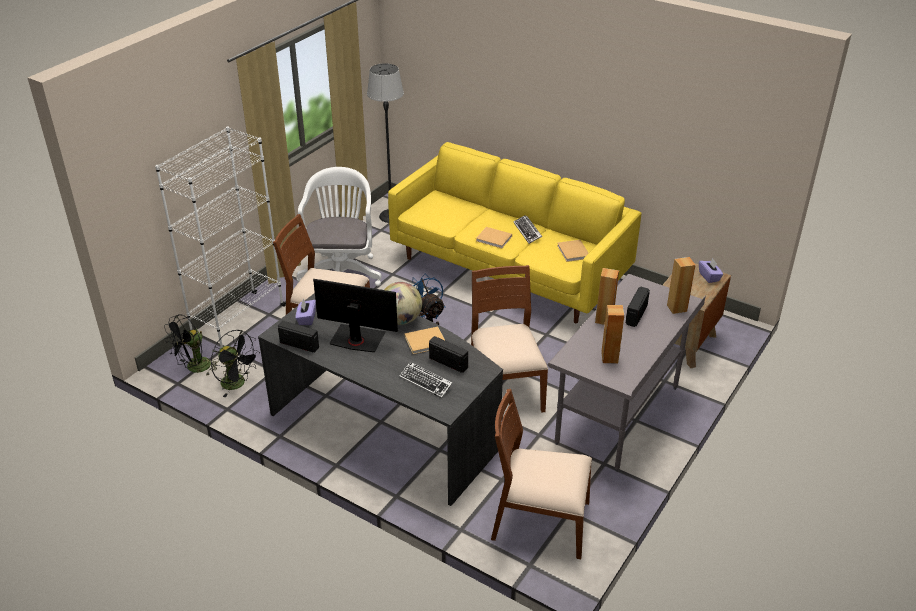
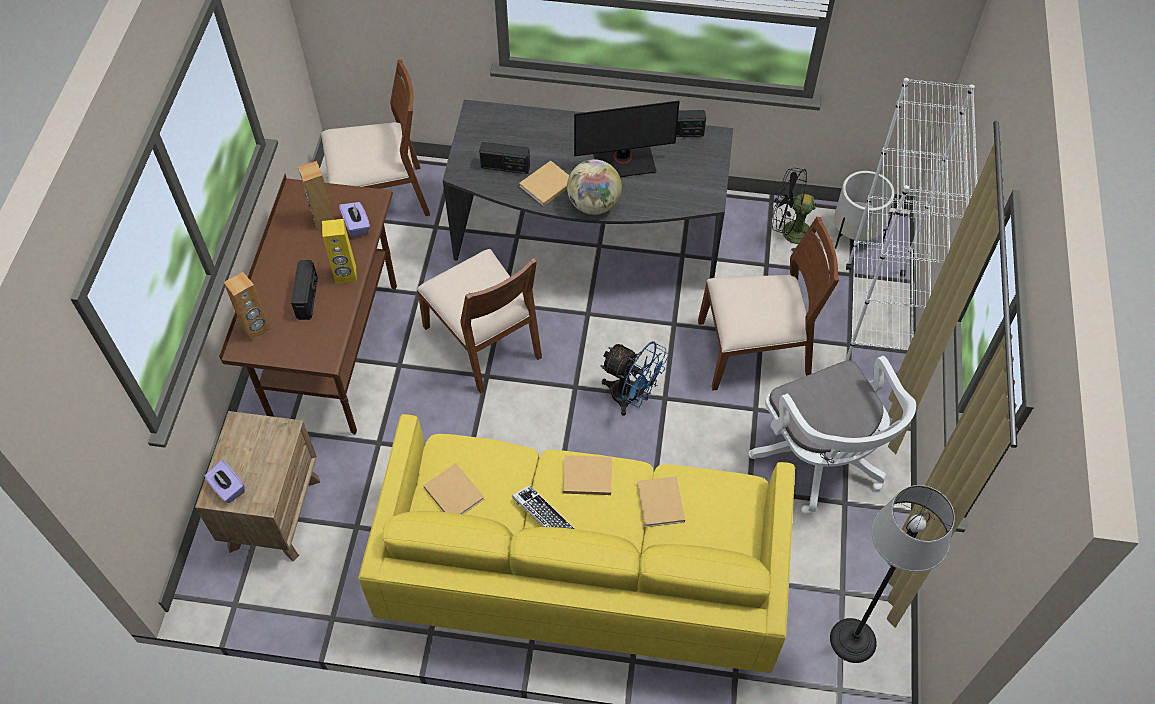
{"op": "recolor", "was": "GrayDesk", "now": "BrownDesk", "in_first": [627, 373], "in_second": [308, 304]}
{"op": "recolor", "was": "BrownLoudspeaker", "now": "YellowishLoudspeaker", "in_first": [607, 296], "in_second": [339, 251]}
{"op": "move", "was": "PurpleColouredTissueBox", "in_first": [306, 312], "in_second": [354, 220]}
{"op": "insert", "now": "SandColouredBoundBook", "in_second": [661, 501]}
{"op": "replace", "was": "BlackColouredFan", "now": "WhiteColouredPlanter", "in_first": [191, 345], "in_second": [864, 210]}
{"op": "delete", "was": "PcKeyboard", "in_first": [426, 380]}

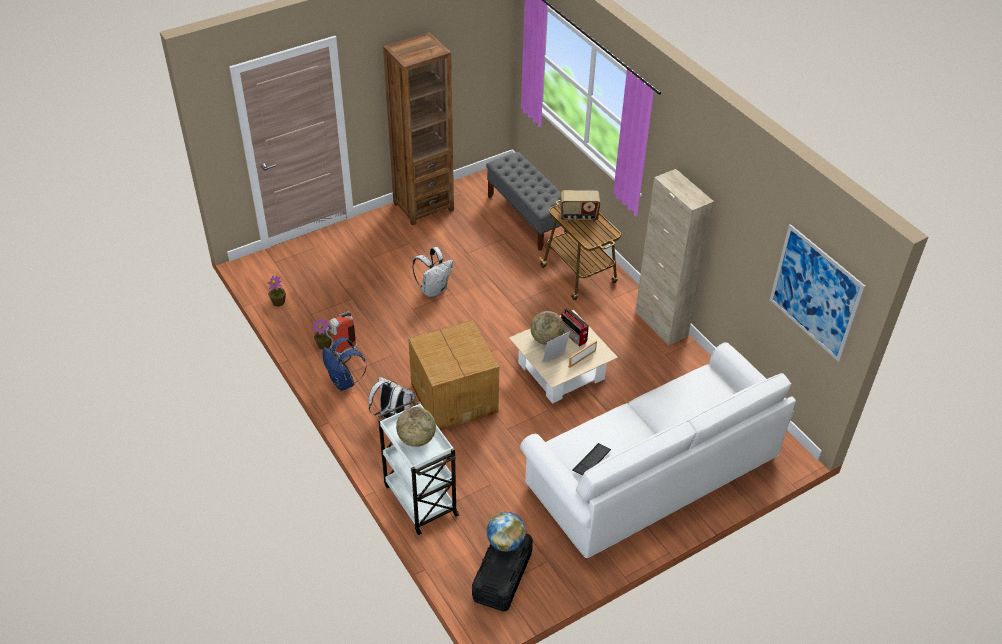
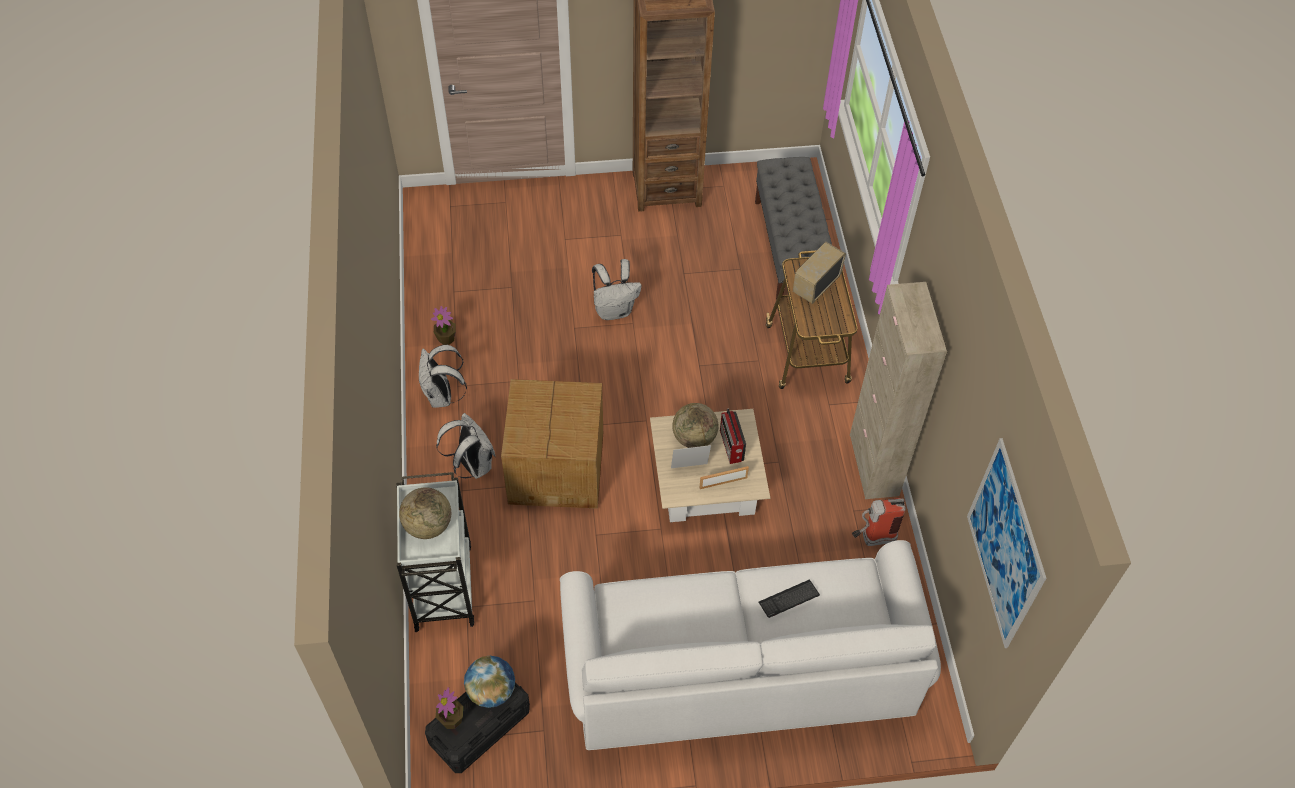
{"op": "recolor", "was": "BluishBackpack", "now": "WhiteColouredBackpack", "in_first": [345, 364], "in_second": [443, 376]}
{"op": "move", "was": "PottedPlant", "in_first": [277, 291], "in_second": [449, 708]}
{"op": "move", "was": "PcKeyboard", "in_first": [592, 459], "in_second": [789, 599]}
{"op": "rotate", "was": "RadioReceiver", "in_first": [580, 205], "in_second": [819, 273], "clockwise": 105}
{"op": "move", "was": "Extinguisher", "in_first": [342, 334], "in_second": [879, 522]}

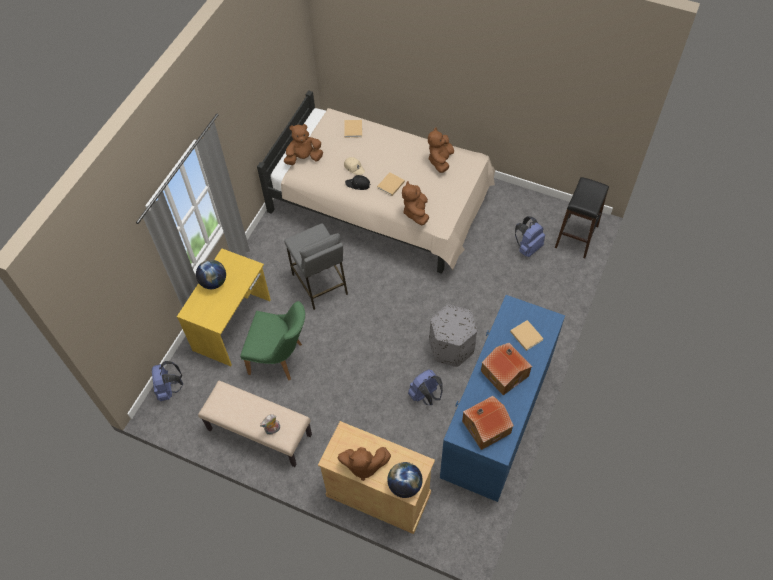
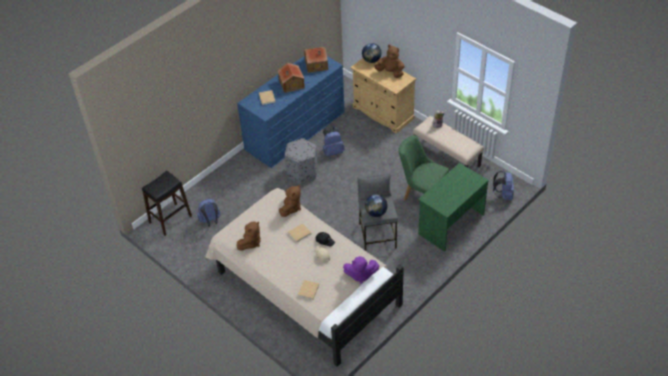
{"op": "recolor", "was": "BrownCuddlyToy", "now": "PurpleColouredCuddlyToy", "in_first": [303, 144], "in_second": [361, 270]}
{"op": "move", "was": "Globe", "in_first": [211, 274], "in_second": [376, 205]}
{"op": "recolor", "was": "YellowishDesk", "now": "GreenishDesk", "in_first": [224, 307], "in_second": [453, 207]}

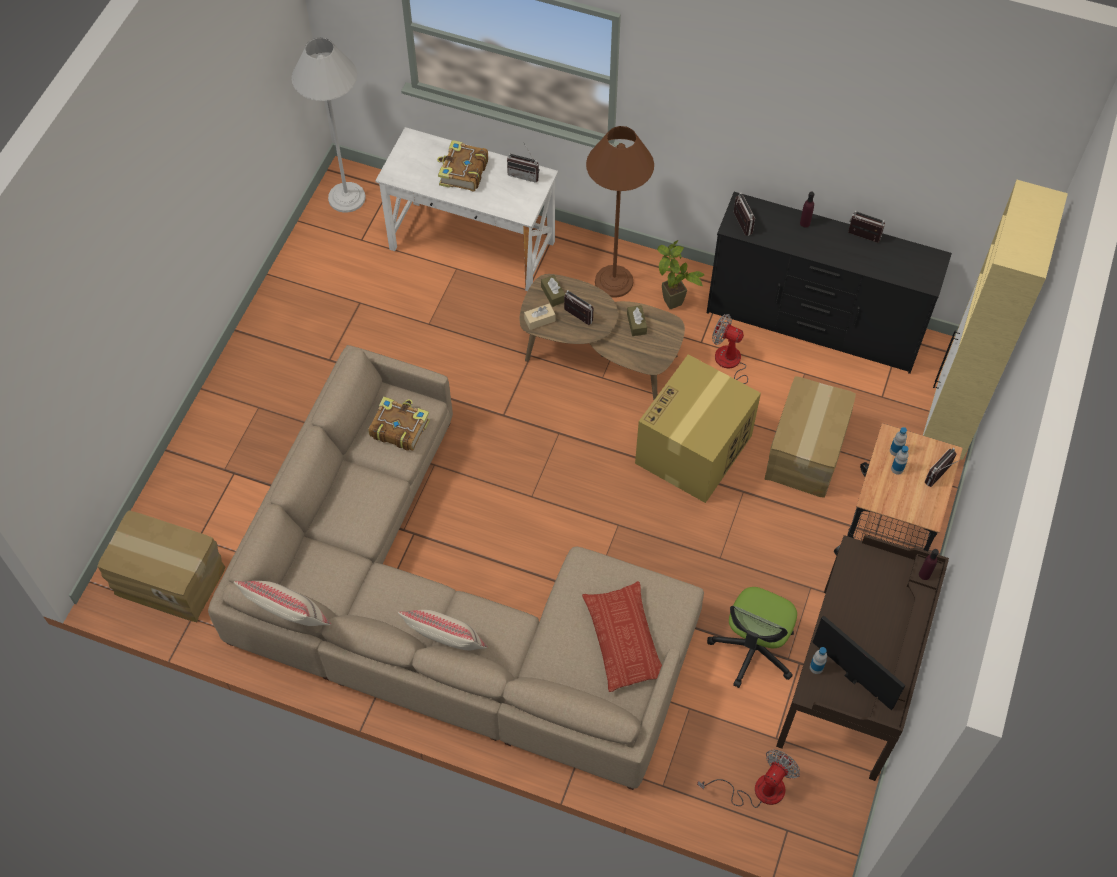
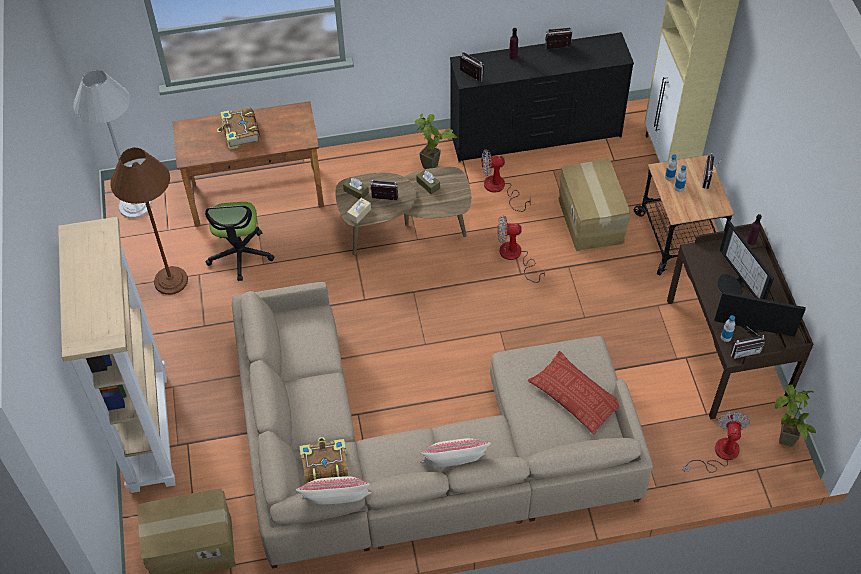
{"op": "insert", "now": "SandColouredBookshelf", "in_second": [116, 355]}
{"op": "move", "was": "BrownStandingLamp", "in_first": [620, 212], "in_second": [149, 221]}
{"op": "recolor", "was": "WhiteColouredDesk", "now": "BrownDesk", "in_first": [466, 209], "in_second": [248, 164]}
{"op": "move", "was": "DeskChair", "in_first": [752, 637], "in_second": [239, 241]}
{"op": "move", "was": "BoundBook", "in_first": [399, 424], "in_second": [323, 460]}
{"op": "replace", "was": "CardboardBox", "now": "Fan", "in_first": [698, 428], "in_second": [521, 249]}
{"op": "insert", "now": "ComputerDisplay", "in_second": [746, 260]}
{"op": "move", "was": "RadioReceiver", "in_first": [523, 162], "in_second": [748, 342]}
{"op": "insert", "now": "PottedPlant", "in_second": [795, 415]}

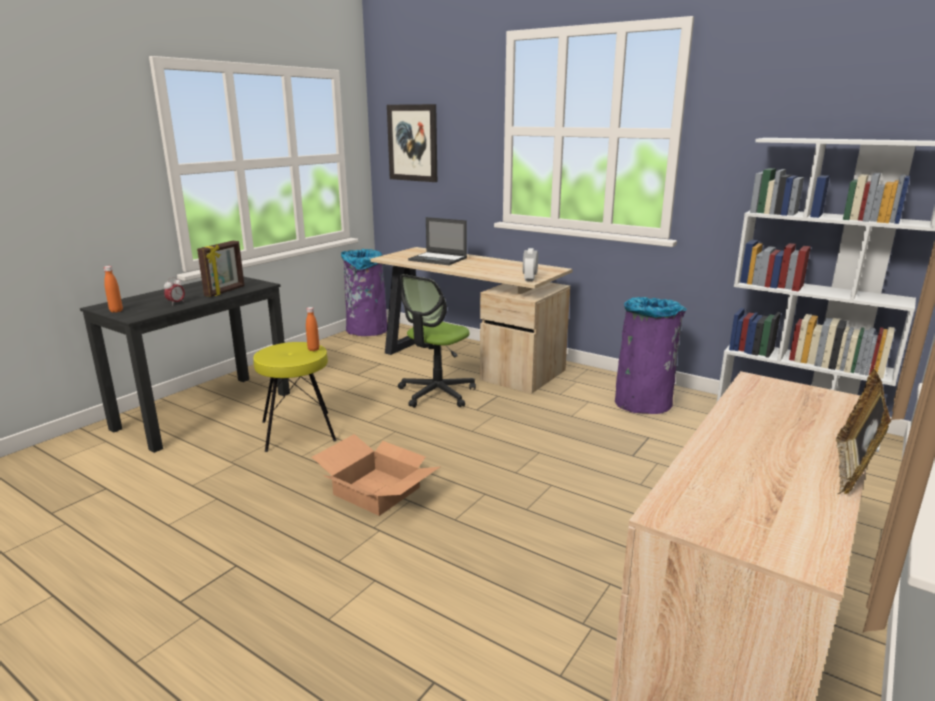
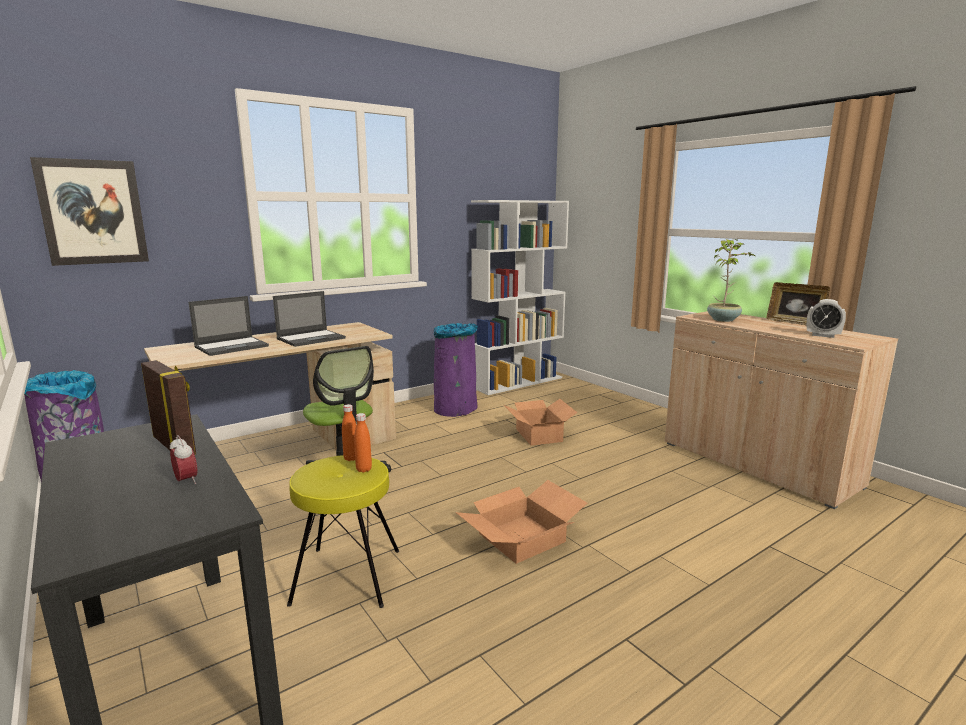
{"op": "insert", "now": "NotebookComputer", "in_second": [309, 319]}
{"op": "move", "was": "OrangeyDrinkBottle", "in_first": [113, 289], "in_second": [363, 442]}
{"op": "insert", "now": "CardboardBox", "in_second": [541, 422]}
{"op": "insert", "now": "PottedPlant", "in_second": [731, 280]}
{"op": "move", "was": "BedsideClock", "in_first": [530, 264], "in_second": [826, 318]}

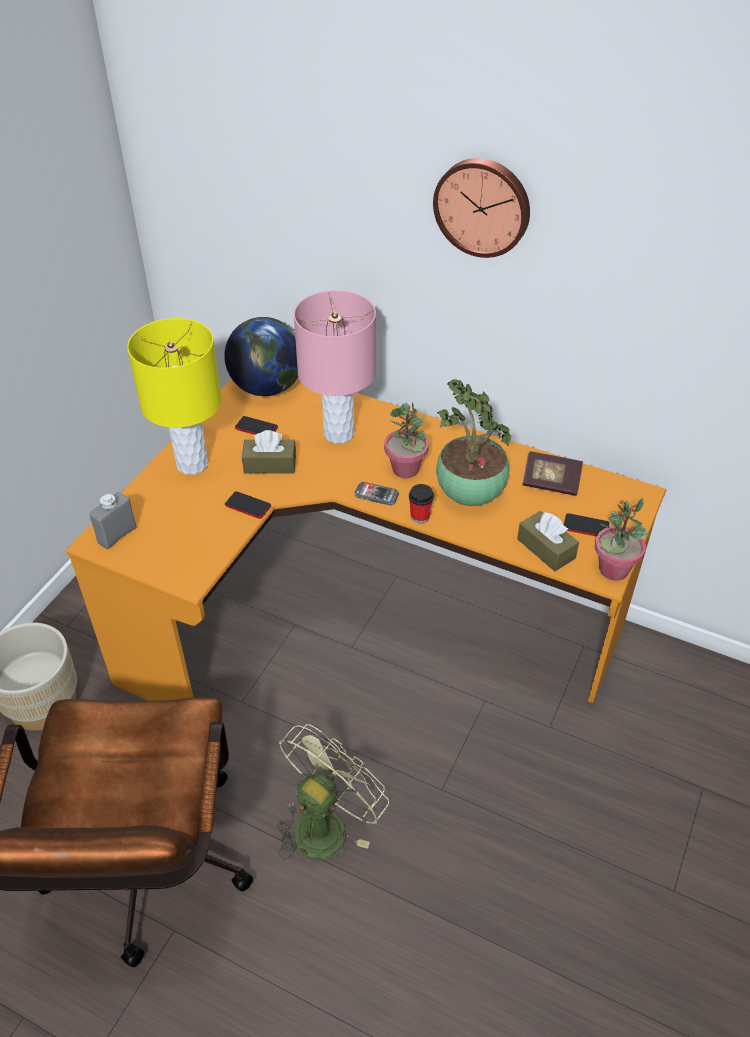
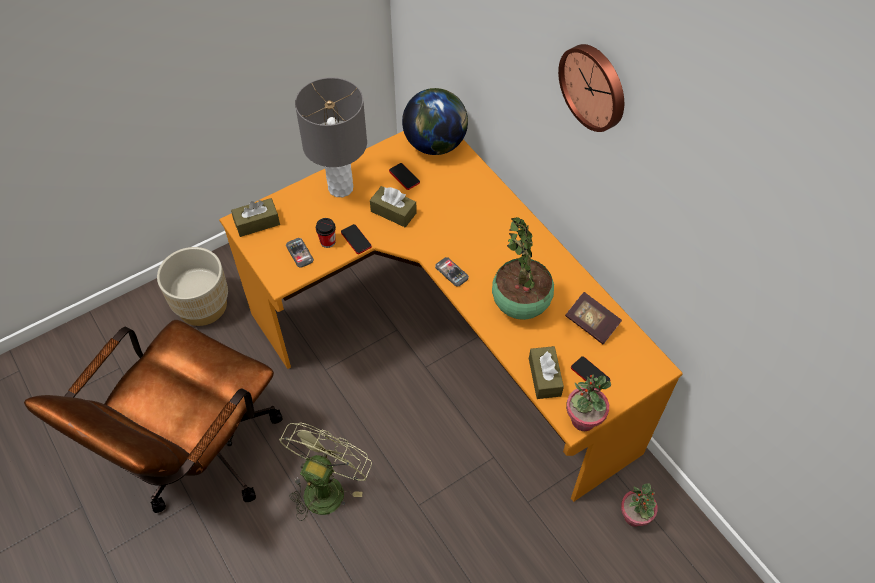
{"op": "replace", "was": "GrayDrinkBottle", "now": "BrownTissueBox", "in_first": [113, 520], "in_second": [255, 217]}
{"op": "rotate", "was": "GreenishFan", "in_first": [333, 792], "in_second": [325, 471], "clockwise": -45}
{"op": "insert", "now": "Telephone", "in_second": [300, 253]}
{"op": "recolor", "was": "YellowishTabletopLamp", "now": "GrayTabletopLamp", "in_first": [174, 396], "in_second": [331, 137]}
{"op": "move", "was": "Cup", "in_first": [421, 503], "in_second": [326, 233]}
{"op": "move", "was": "PottedPlant", "in_first": [406, 440], "in_second": [639, 505]}
{"op": "delete", "was": "PinkishTabletopLamp", "in_first": [335, 367]}

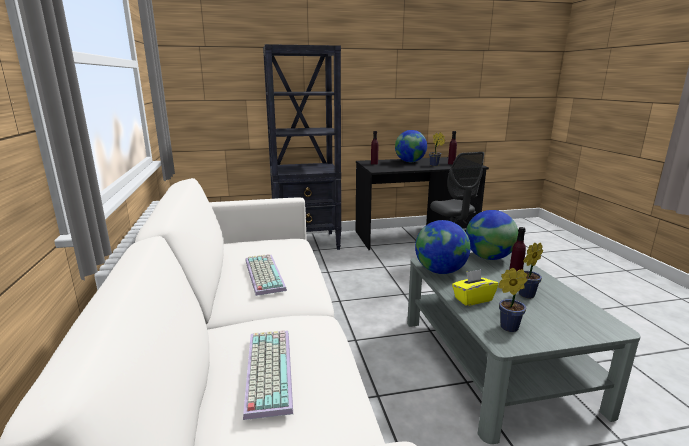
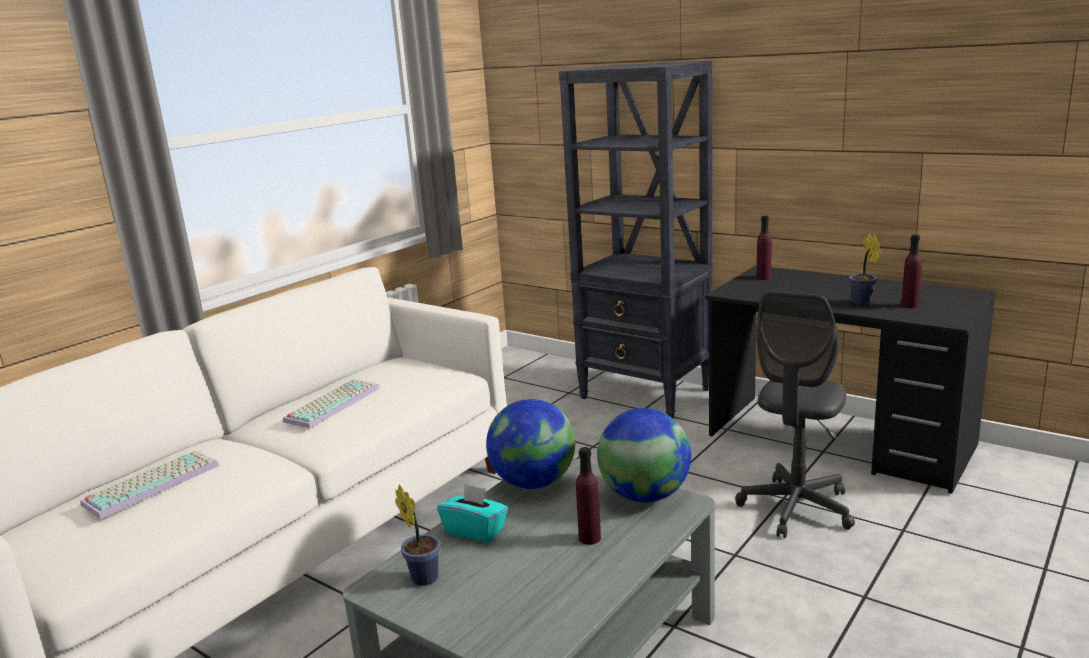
{"op": "recolor", "was": "YellowishTissueBox", "now": "TurquoiseTissueBox", "in_first": [475, 287], "in_second": [472, 513]}
{"op": "delete", "was": "Globe", "in_first": [411, 146]}
{"op": "delete", "was": "PottedPlant", "in_first": [531, 270]}

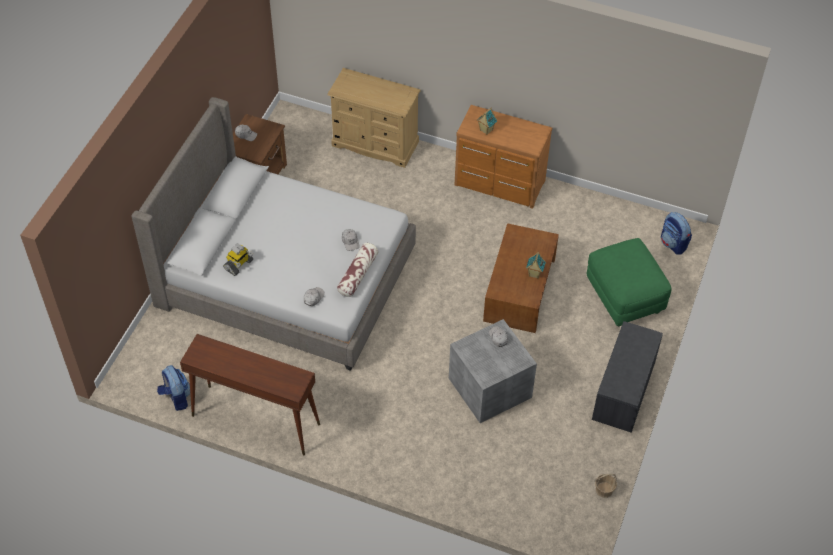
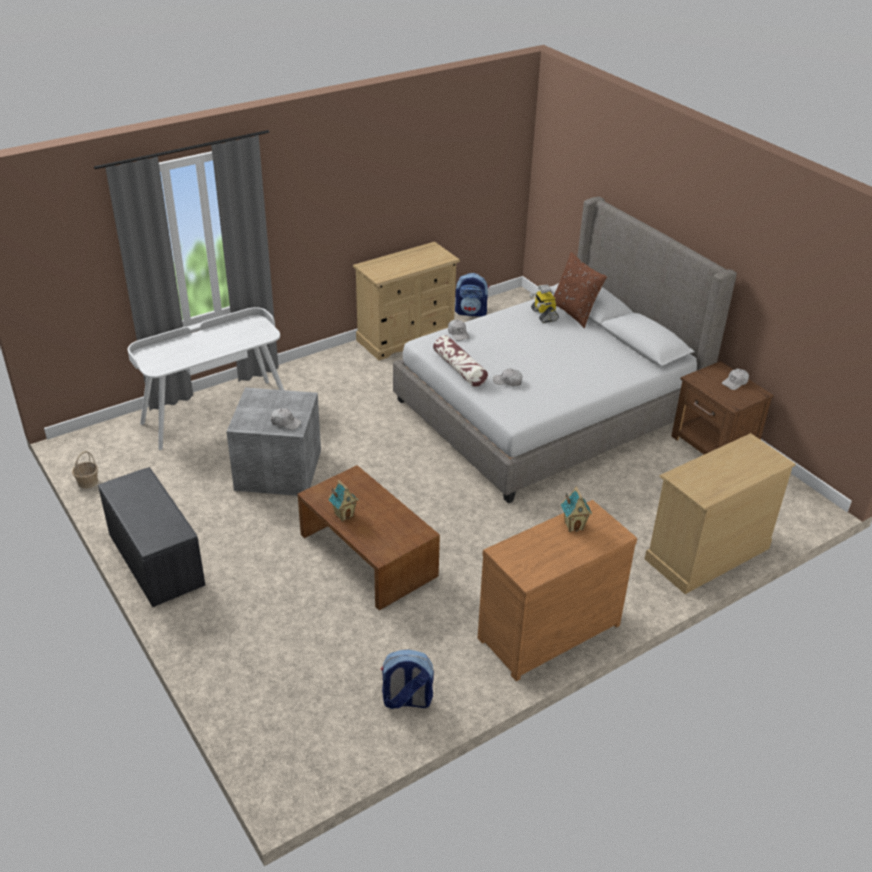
{"op": "insert", "now": "WhiteColouredDesk", "in_second": [206, 378]}
{"op": "replace", "was": "BrownNarrowTable", "now": "SandColouredDrawerChest", "in_first": [250, 395], "in_second": [406, 301]}
{"op": "move", "was": "Backpack", "in_first": [676, 233], "in_second": [407, 679]}
{"op": "insert", "now": "BrownCushion", "in_second": [580, 290]}
{"op": "delete", "was": "GreenishPouffe", "in_first": [629, 282]}

